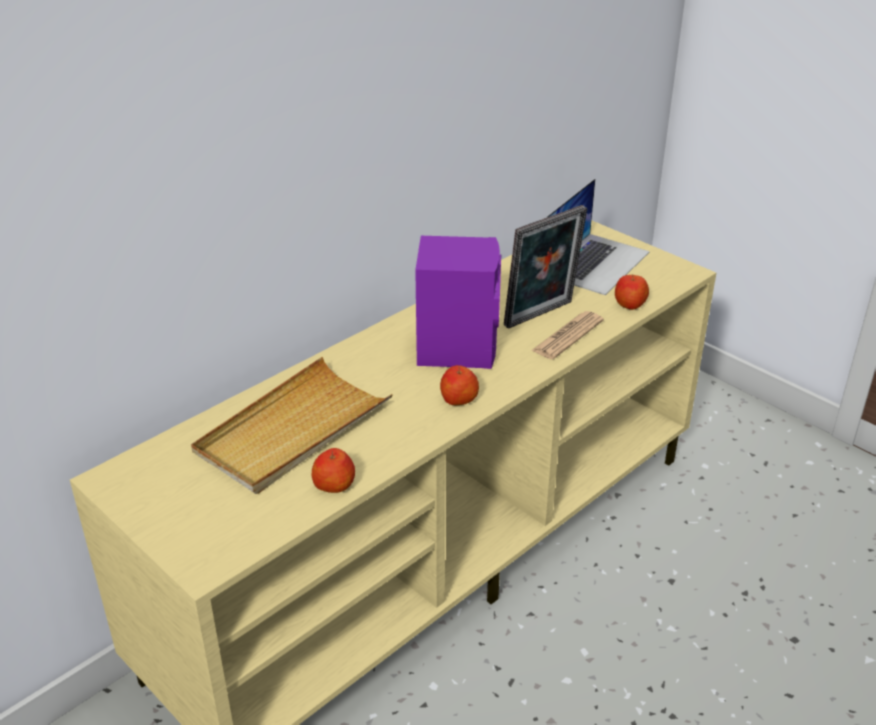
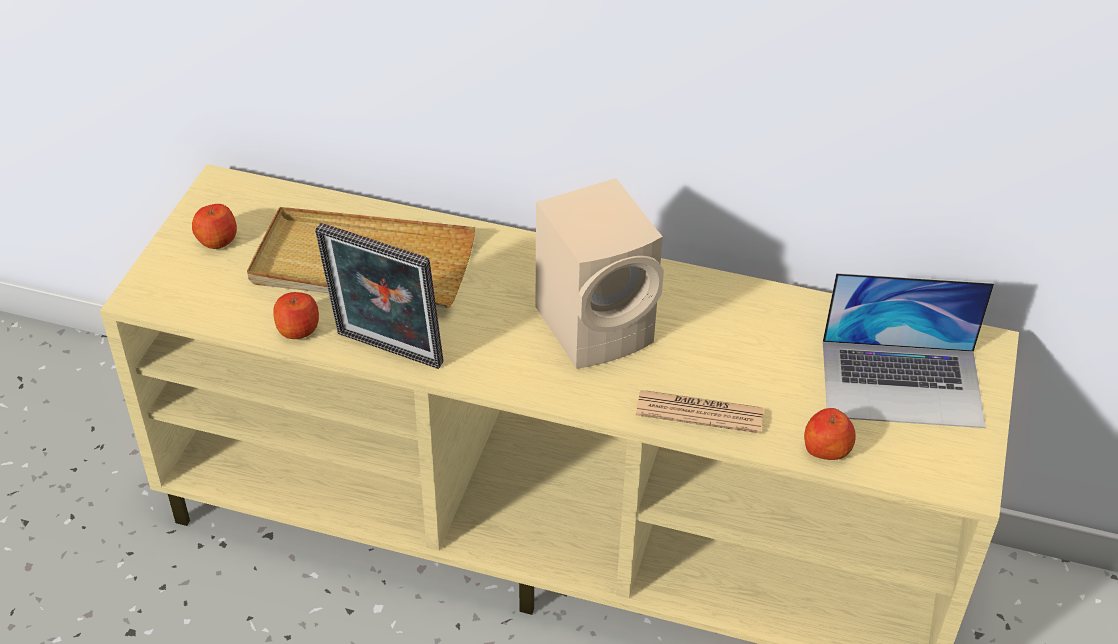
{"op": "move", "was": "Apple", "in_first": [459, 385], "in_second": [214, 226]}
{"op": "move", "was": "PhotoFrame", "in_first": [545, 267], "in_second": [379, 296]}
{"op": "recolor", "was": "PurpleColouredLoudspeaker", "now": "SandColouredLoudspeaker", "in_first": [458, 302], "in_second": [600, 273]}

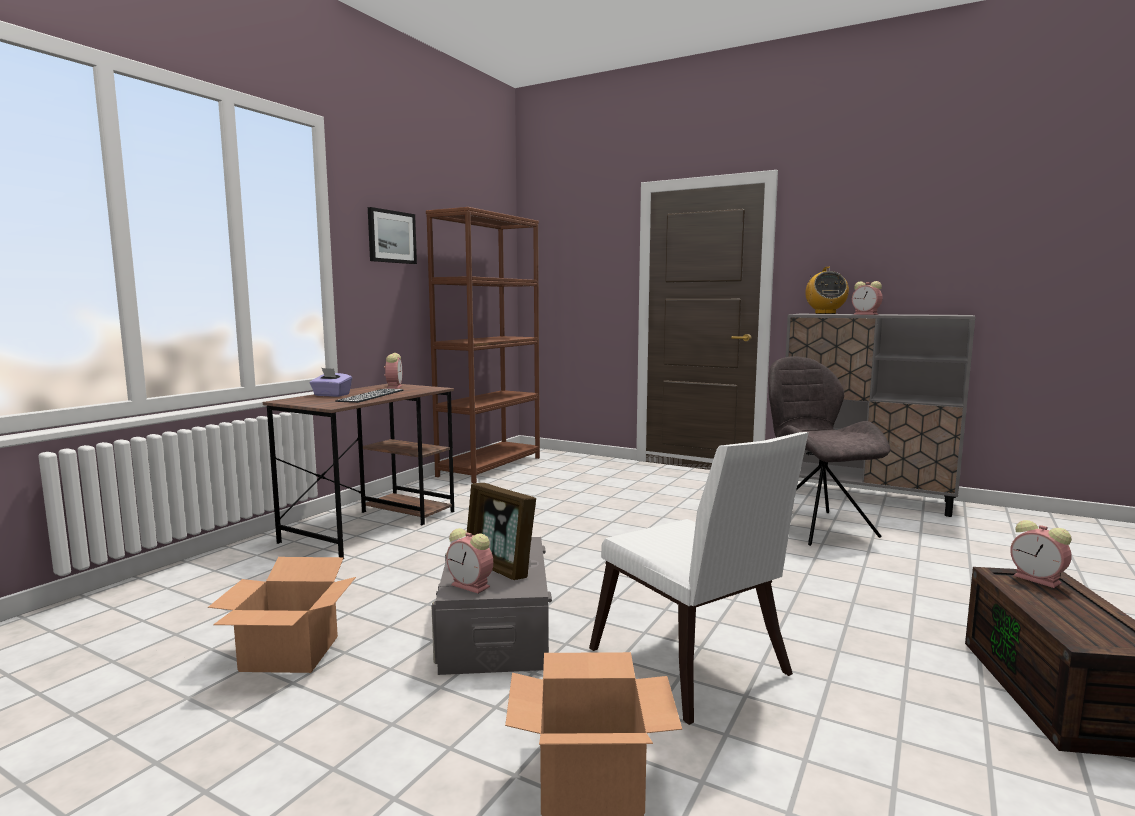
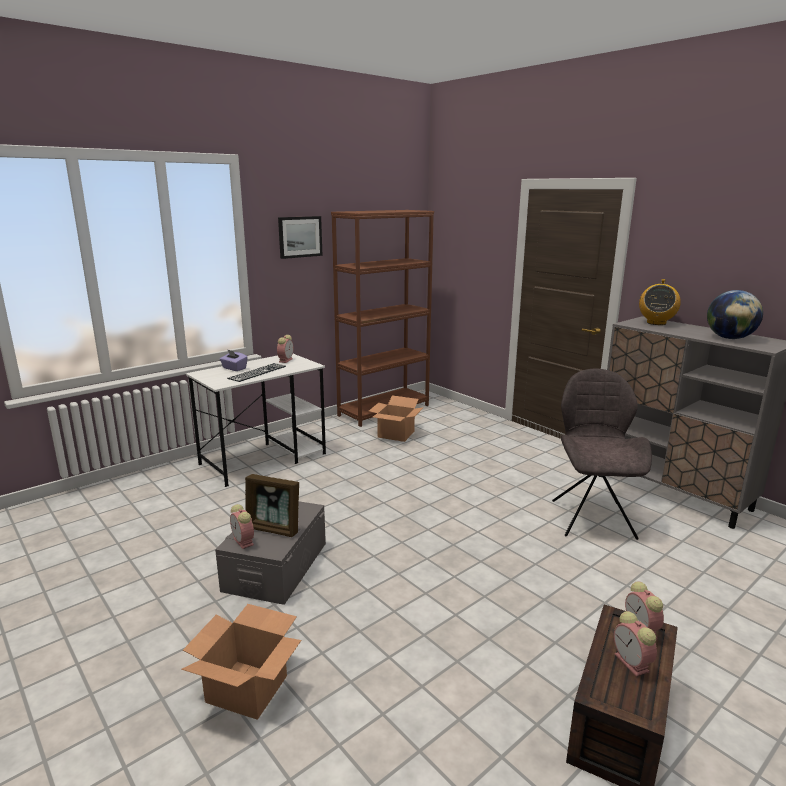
{"op": "recolor", "was": "BrownDesk", "now": "WhiteColouredDesk", "in_first": [359, 471], "in_second": [256, 420]}
{"op": "rotate", "was": "PhotoFrame", "in_first": [501, 531], "in_second": [272, 505], "clockwise": -45}
{"op": "move", "was": "CardboardBox", "in_first": [282, 615], "in_second": [396, 418]}
{"op": "move", "was": "BedsideClock", "in_first": [867, 298], "in_second": [635, 644]}
{"op": "insert", "now": "Globe", "in_second": [735, 314]}
{"op": "delete", "was": "WhiteColouredPlainChair", "in_first": [698, 578]}

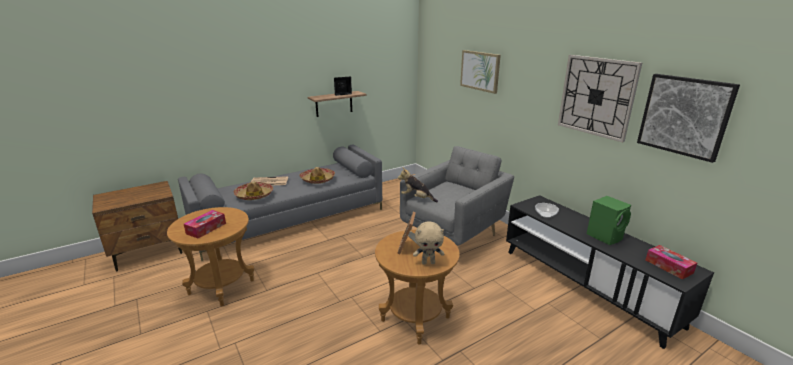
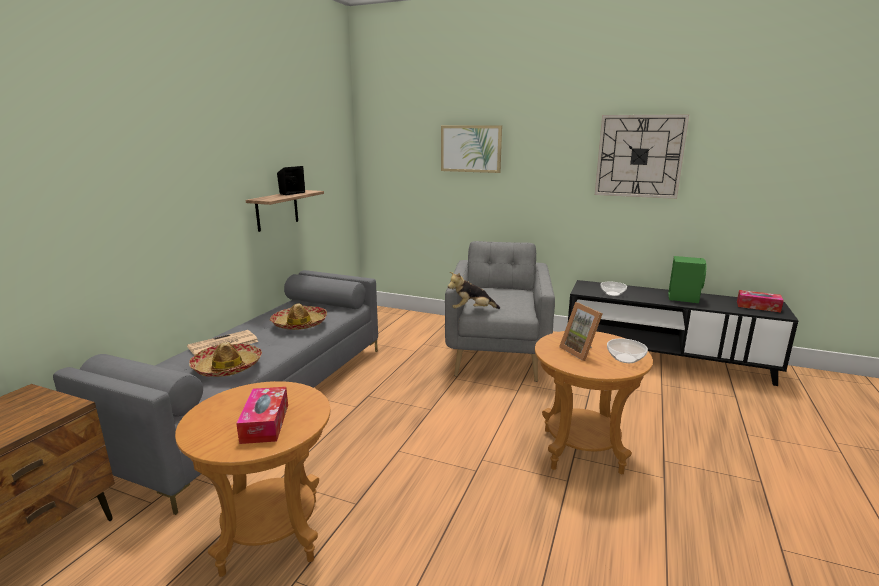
{"op": "replace", "was": "SandColouredCuddlyToy", "now": "ServingBowl", "in_first": [428, 243], "in_second": [627, 351]}
{"op": "delete", "was": "WallPicture", "in_first": [688, 118]}

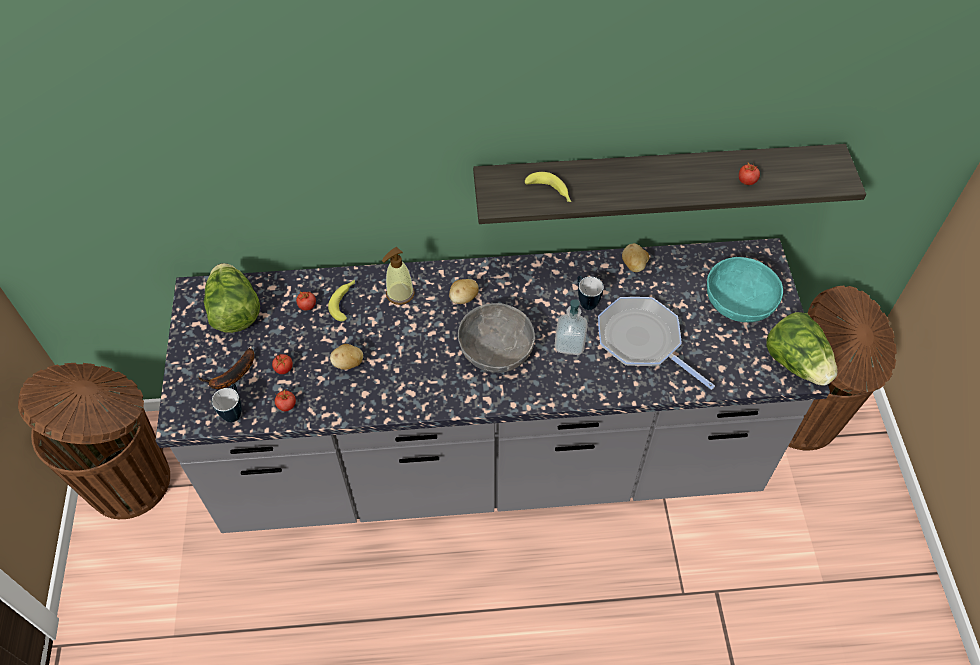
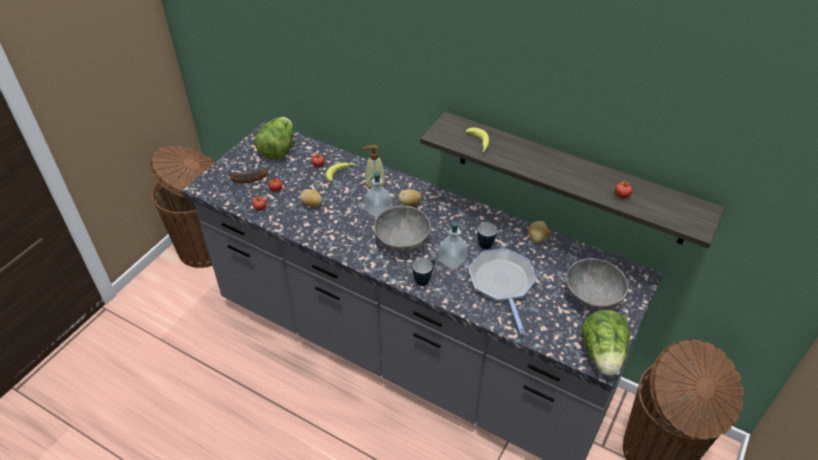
{"op": "insert", "now": "SoapBottle", "in_second": [378, 195]}
{"op": "move", "was": "Mug", "in_first": [227, 403], "in_second": [423, 272]}
{"op": "recolor", "was": "TurquoiseServingBowl", "now": "GrayServingBowl", "in_first": [745, 289], "in_second": [597, 284]}

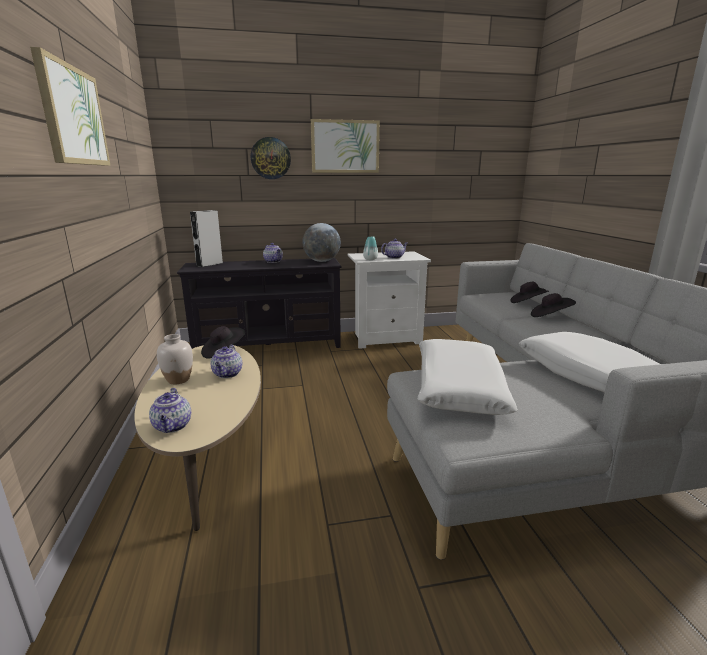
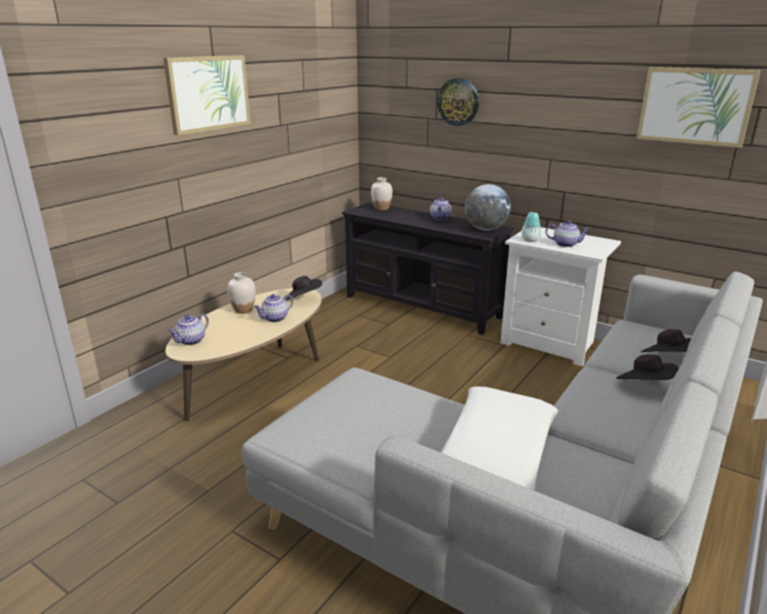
{"op": "replace", "was": "GrayLoudspeaker", "now": "WhiteColouredDecorativeVase", "in_first": [206, 238], "in_second": [382, 194]}
{"op": "move", "was": "WallPicture", "in_first": [345, 146], "in_second": [698, 107]}
{"op": "delete", "was": "WhiteColouredCushion", "in_first": [467, 377]}

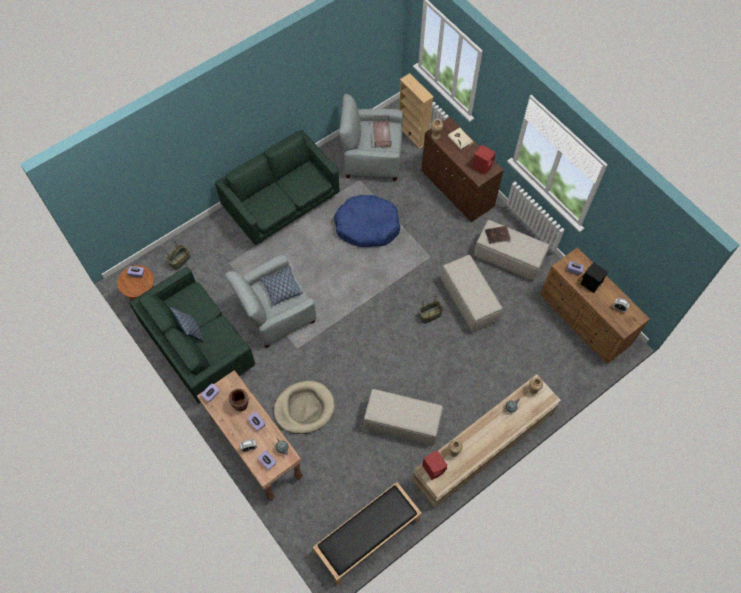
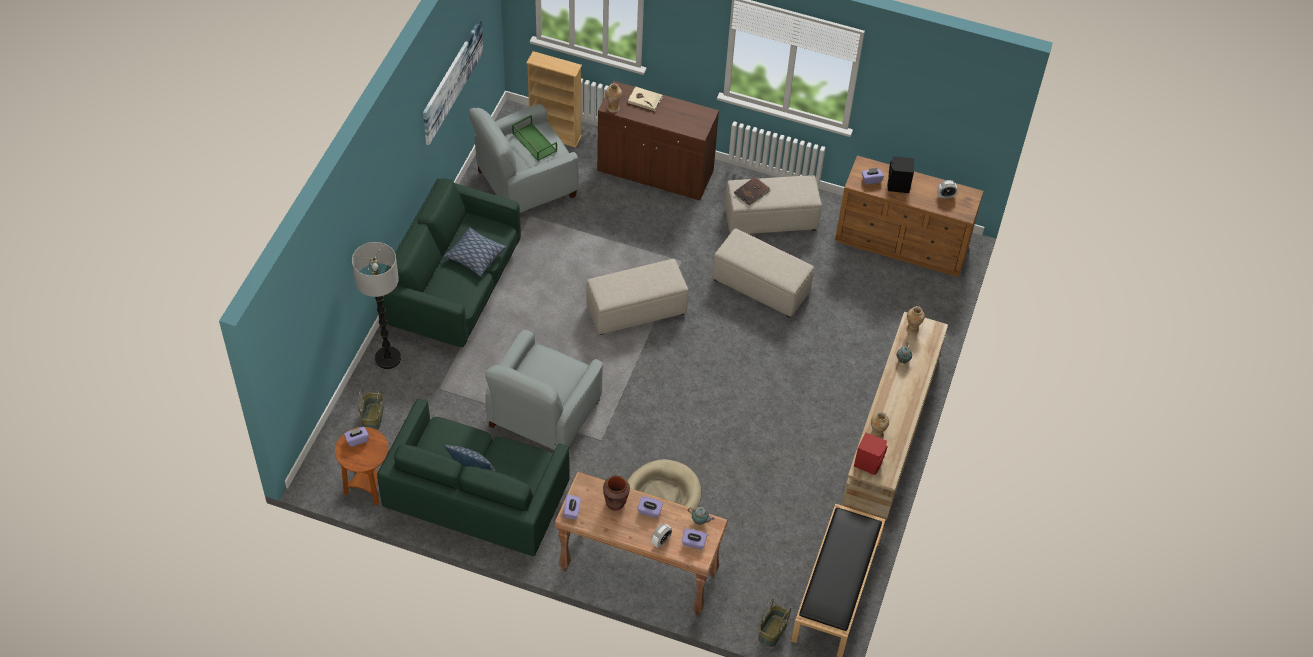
{"op": "insert", "now": "StandingLamp", "in_second": [376, 305]}
{"op": "insert", "now": "WallPicture", "in_second": [453, 82]}
{"op": "move", "was": "Cushion", "in_first": [281, 286], "in_second": [474, 252]}
{"op": "recolor", "was": "BrownTray", "now": "GreenishTray", "in_first": [382, 131], "in_second": [534, 138]}
{"op": "move", "was": "SandColouredPouffe", "in_first": [403, 417], "in_second": [637, 297]}
{"op": "move", "was": "HouseholdBasket", "in_first": [431, 309], "in_second": [774, 622]}
{"op": "delete", "was": "BluishDogBed", "in_first": [367, 221]}
{"op": "delete", "was": "RedColouredLoudspeaker", "in_first": [483, 160]}

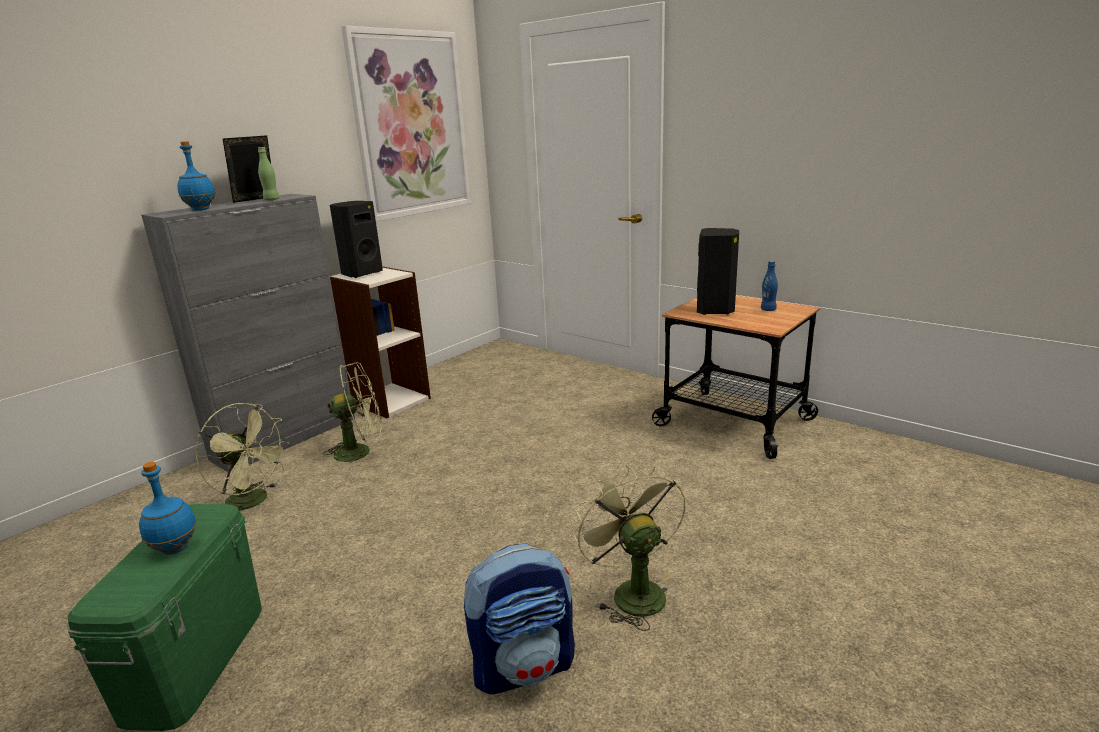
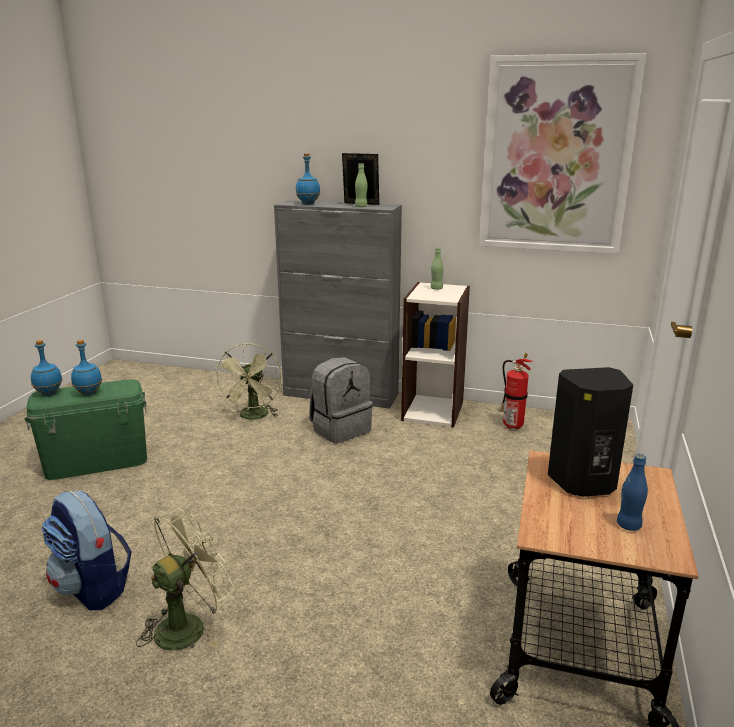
{"op": "insert", "now": "BluishDrinkBottle", "in_second": [47, 368]}
{"op": "replace", "was": "GreenishFan", "now": "GrayBackpack", "in_first": [352, 414], "in_second": [341, 400]}
{"op": "replace", "was": "BlackColouredLoudspeaker", "now": "GreenishDrinkBottle", "in_first": [356, 239], "in_second": [437, 269]}
{"op": "insert", "now": "Extinguisher", "in_second": [514, 391]}

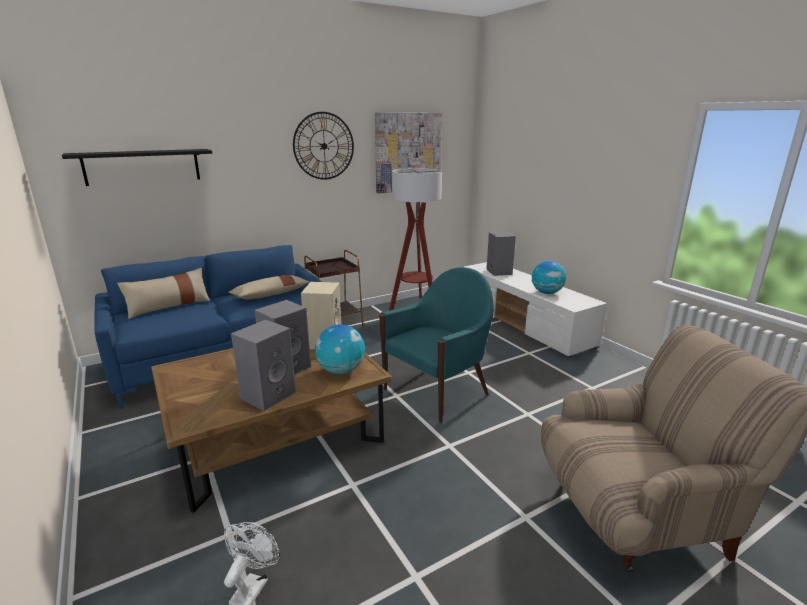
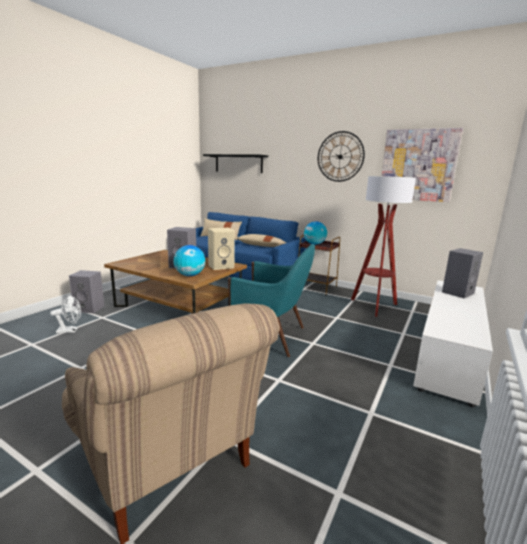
{"op": "move", "was": "GrayLoudspeaker", "in_first": [263, 365], "in_second": [86, 291]}
{"op": "move", "was": "Globe", "in_first": [549, 277], "in_second": [315, 233]}

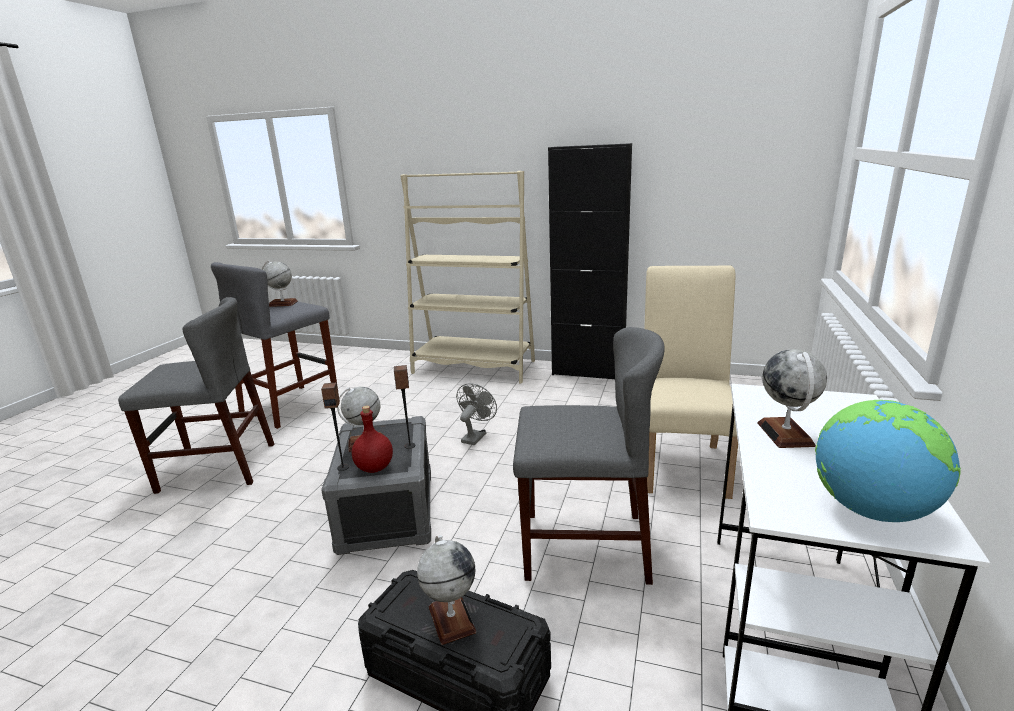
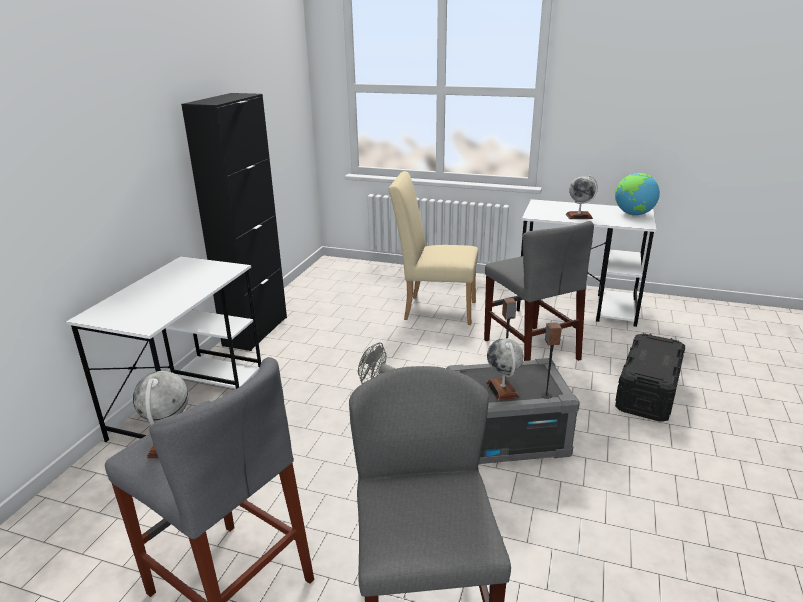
{"op": "replace", "was": "SandColouredBookshelf", "now": "WhiteColouredDesk", "in_first": [467, 277], "in_second": [163, 349]}
{"op": "rotate", "was": "GrayPlainChair", "in_first": [589, 456], "in_second": [539, 291], "clockwise": 150}
{"op": "delete", "was": "RedColouredDrinkBottle", "in_first": [372, 439]}
{"op": "delete", "was": "Globe", "in_first": [447, 590]}

